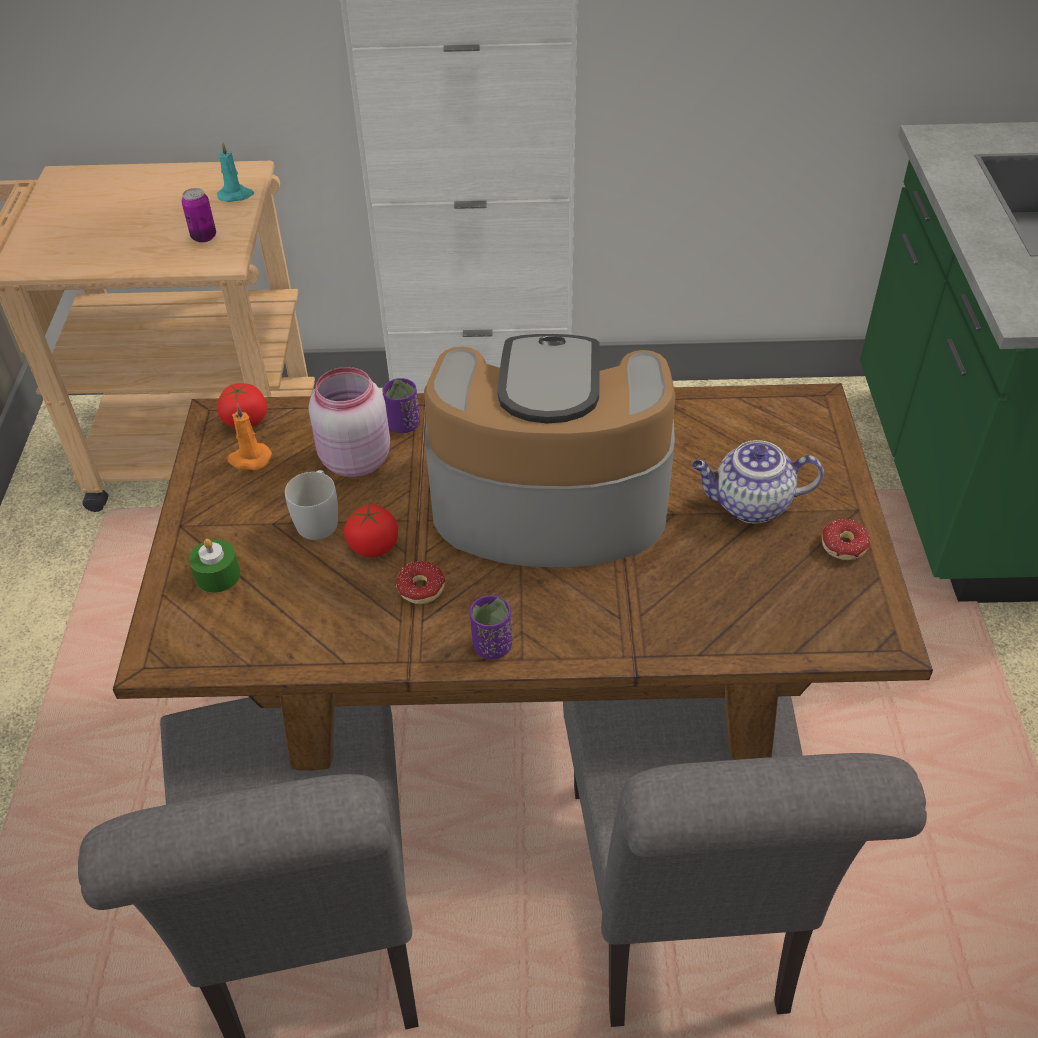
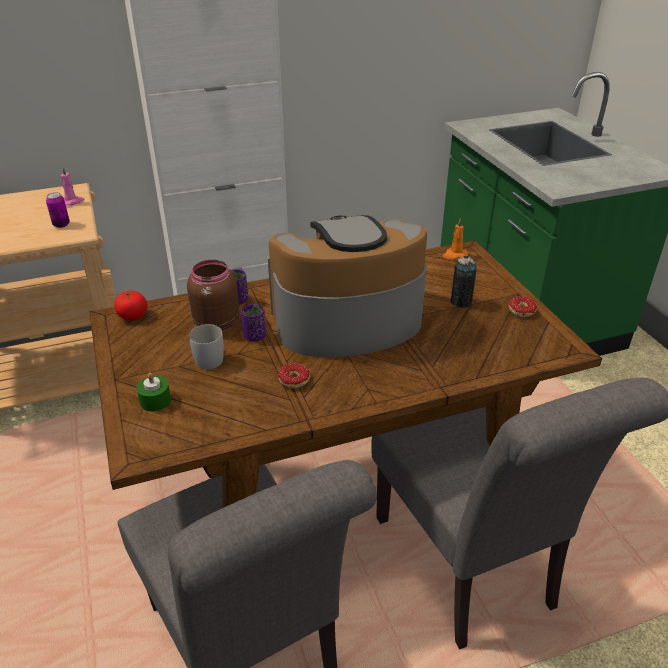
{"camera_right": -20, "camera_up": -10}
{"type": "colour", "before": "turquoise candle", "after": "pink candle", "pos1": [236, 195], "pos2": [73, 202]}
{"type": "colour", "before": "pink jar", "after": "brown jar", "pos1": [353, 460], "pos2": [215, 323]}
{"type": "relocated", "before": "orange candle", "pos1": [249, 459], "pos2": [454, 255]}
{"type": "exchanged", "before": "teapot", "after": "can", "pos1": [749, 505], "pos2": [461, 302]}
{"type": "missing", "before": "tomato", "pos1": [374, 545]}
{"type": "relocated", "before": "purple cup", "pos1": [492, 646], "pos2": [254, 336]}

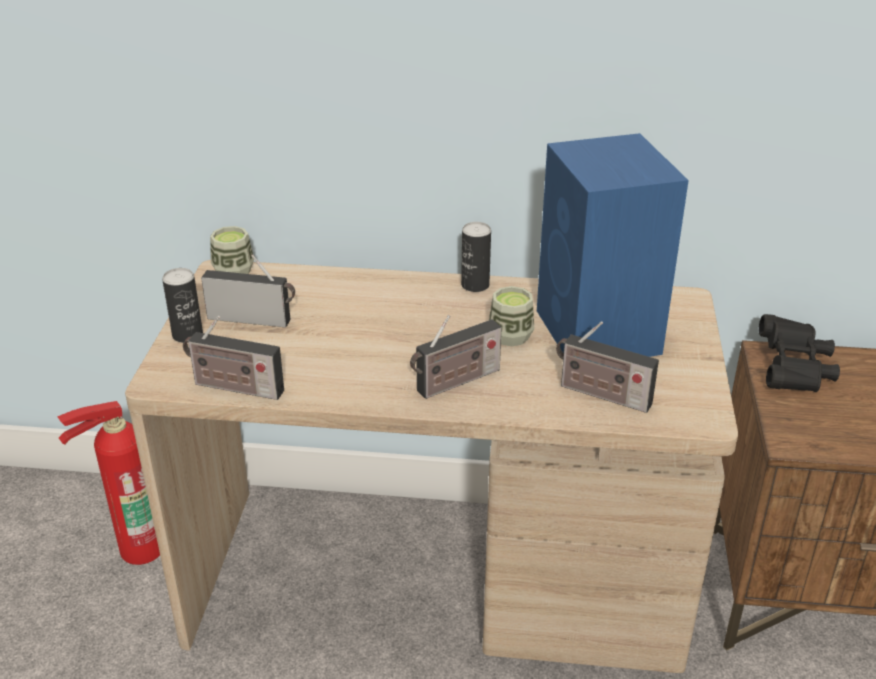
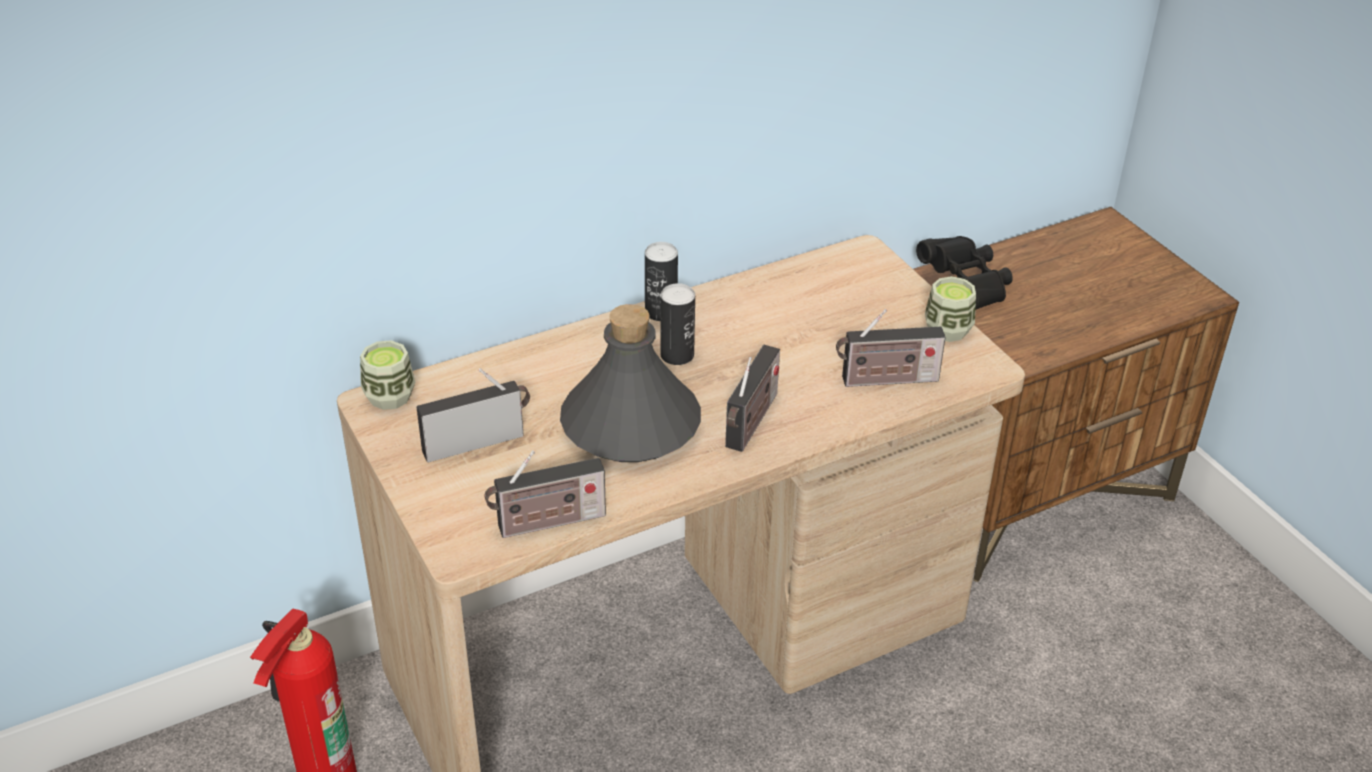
{"camera_right": -35, "camera_up": 5}
{"type": "missing", "before": "blue speaker", "pos1": [598, 334]}
{"type": "relocated", "before": "can", "pos1": [187, 335], "pos2": [677, 355]}
{"type": "relocated", "before": "cup", "pos1": [510, 336], "pos2": [947, 330]}
{"type": "appeared", "after": "grey bottle", "pos2": [629, 425]}

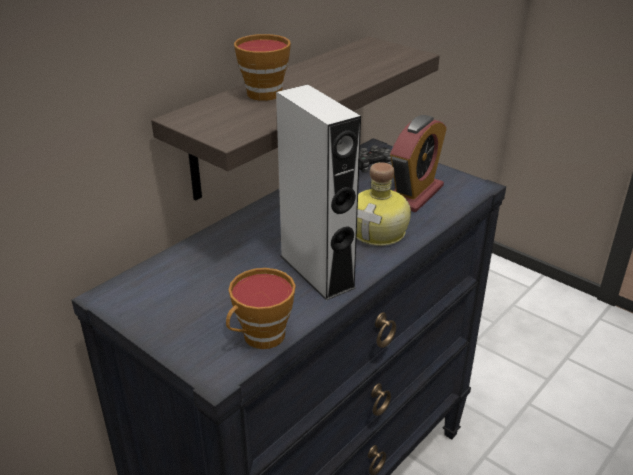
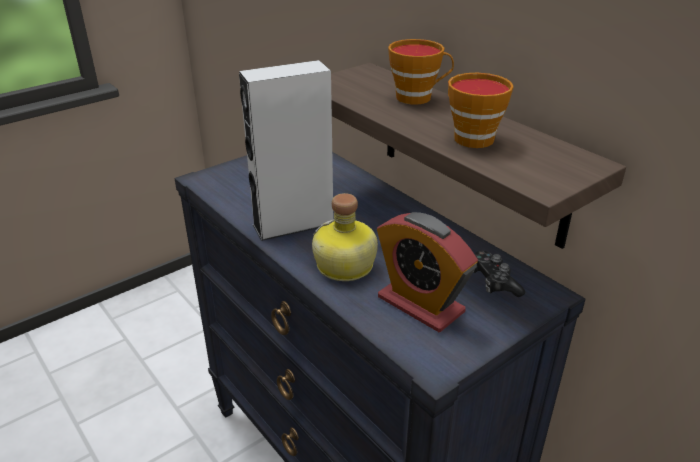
{"camera_right": 100, "camera_up": 0}
{"type": "relocated", "before": "cup", "pos1": [260, 338], "pos2": [469, 137]}

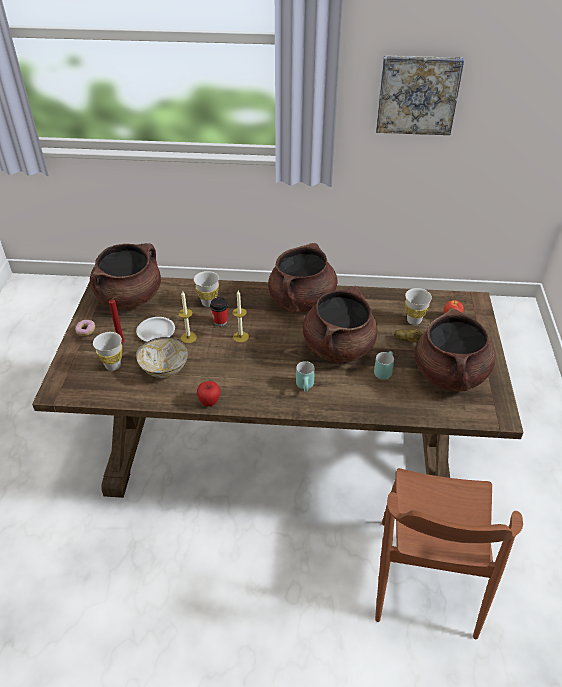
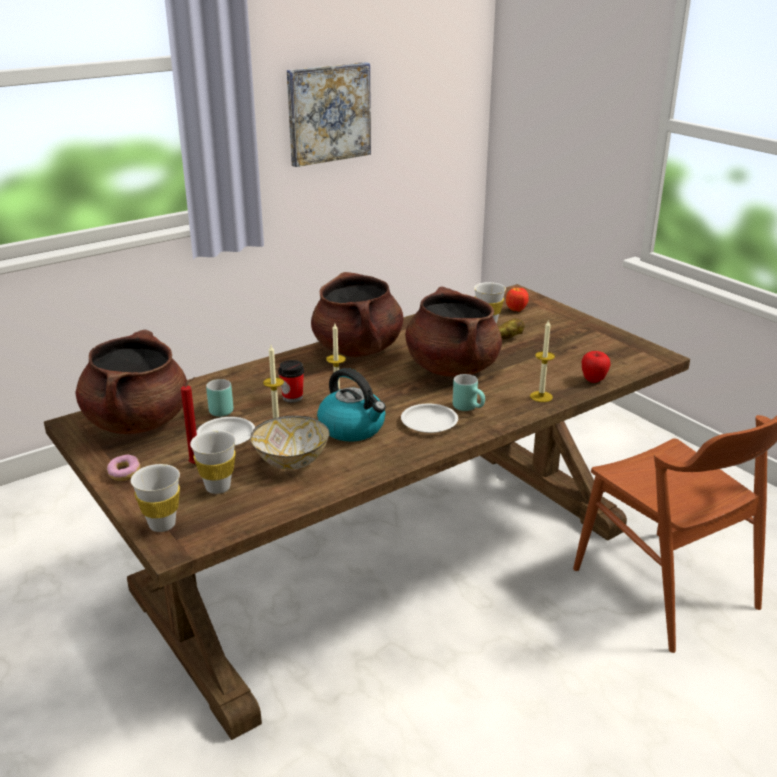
{"camera_right": -40, "camera_up": -15}
{"type": "relocated", "before": "white cup", "pos1": [208, 303], "pos2": [162, 525]}
{"type": "missing", "before": "brown cooking pot", "pos1": [450, 374]}
{"type": "relocated", "before": "turquoise mug", "pos1": [383, 371], "pos2": [219, 409]}
{"type": "relocated", "before": "apple", "pos1": [209, 402], "pos2": [593, 380]}
{"type": "appeared", "after": "candle", "pos2": [541, 396]}
{"type": "appeared", "after": "kettle", "pos2": [353, 428]}
{"type": "appeared", "after": "white plate", "pos2": [429, 422]}

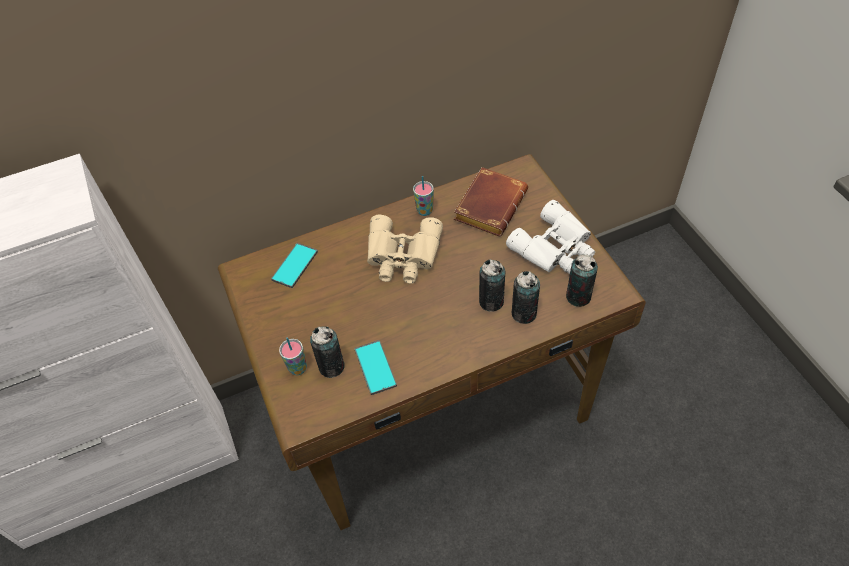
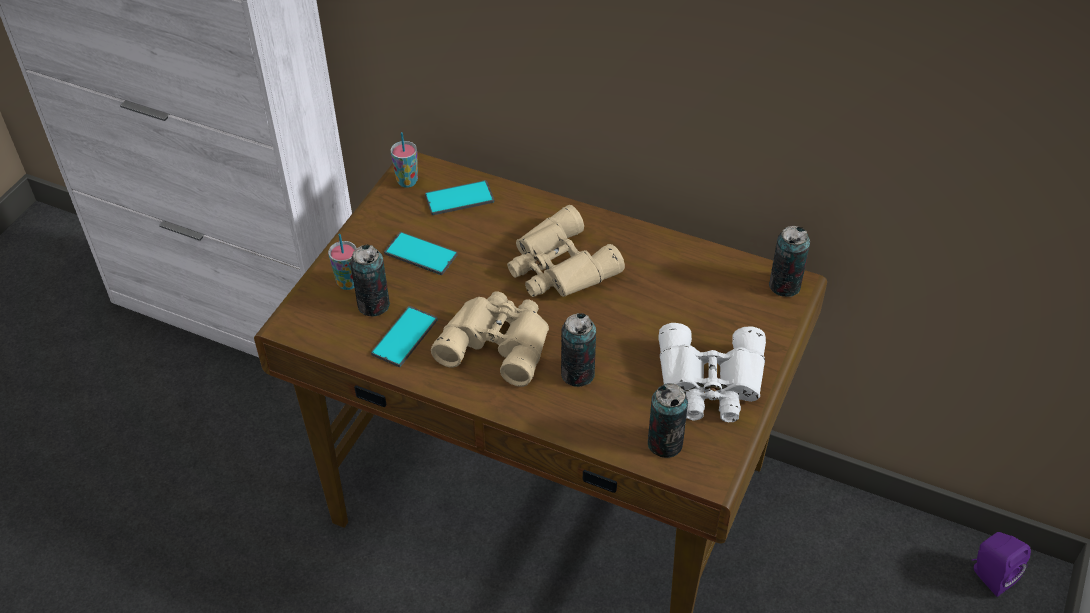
{"camera_right": 45, "camera_up": -5}
{"type": "missing", "before": "brown book", "pos1": [489, 205]}
{"type": "relocated", "before": "cup", "pos1": [424, 211], "pos2": [407, 181]}
{"type": "relocated", "before": "can", "pos1": [524, 313], "pos2": [784, 286]}
{"type": "appeared", "after": "phone", "pos2": [420, 254]}
{"type": "appeared", "after": "beige binoculars", "pos2": [498, 341]}
{"type": "appeared", "after": "purple speaker", "pos2": [990, 576]}

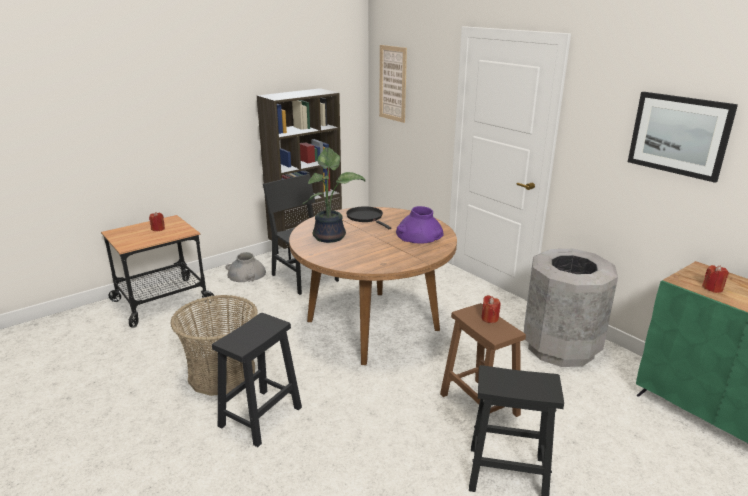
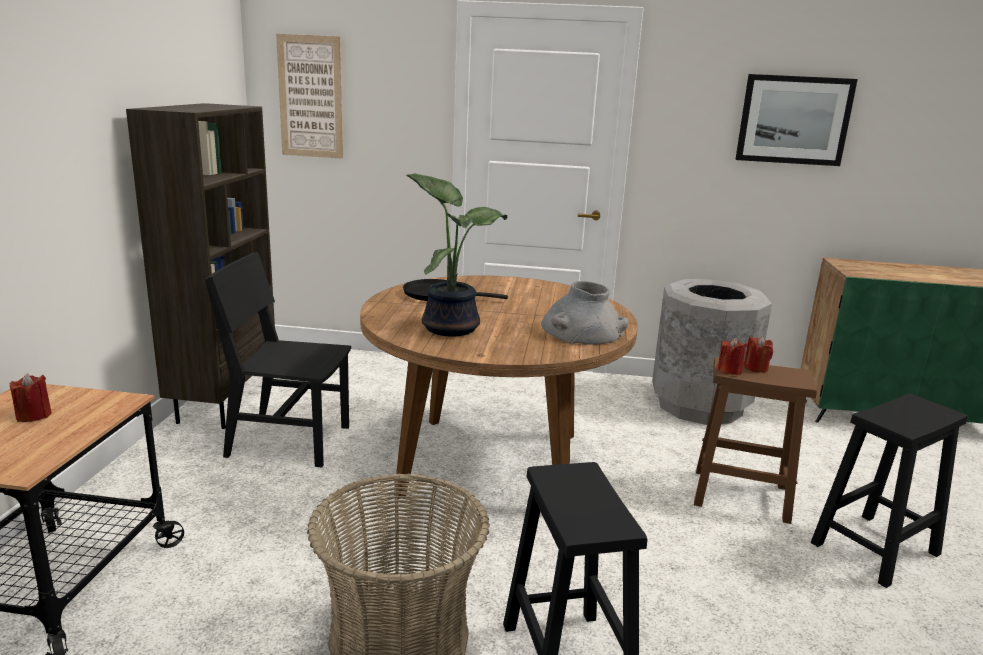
{"camera_right": -45, "camera_up": -5}
{"type": "missing", "before": "purple vase", "pos1": [419, 234]}
{"type": "relocated", "before": "grey vase", "pos1": [246, 274], "pos2": [583, 331]}
{"type": "relocated", "before": "red candle", "pos1": [712, 288], "pos2": [729, 370]}

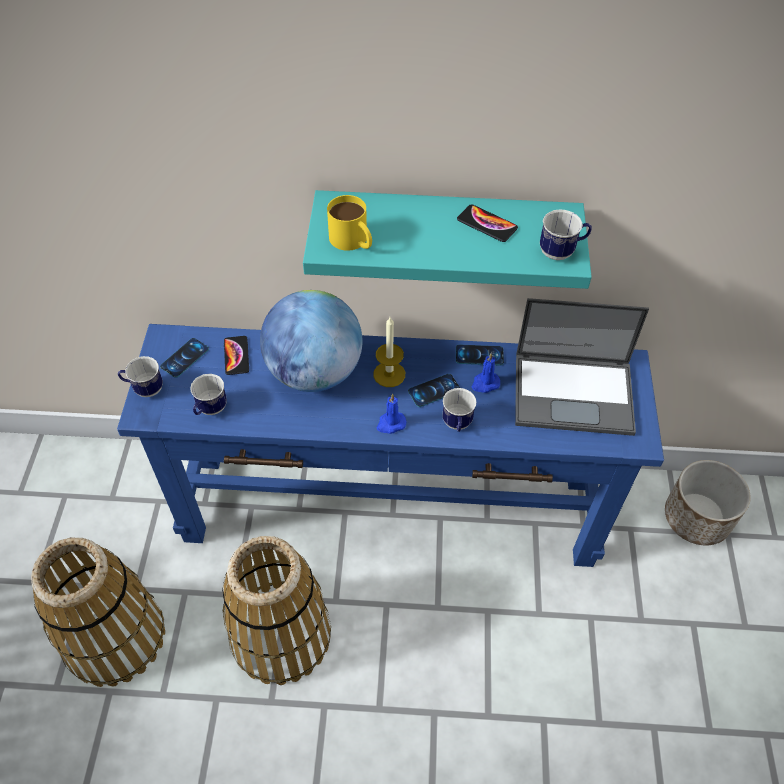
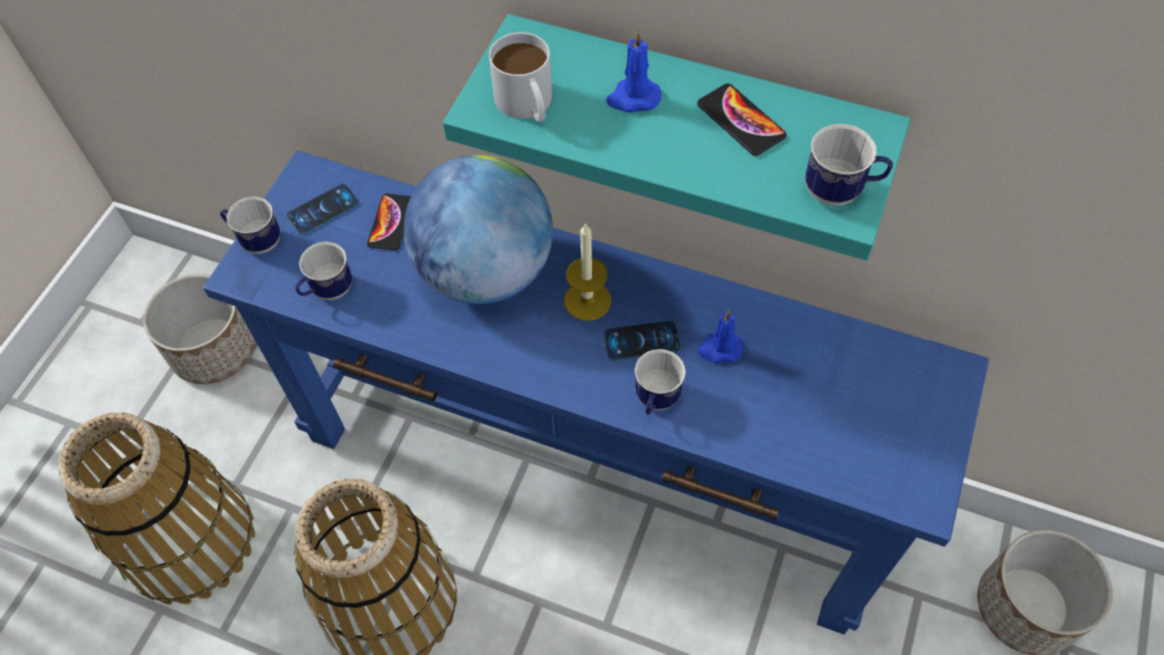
{"camera_right": 20, "camera_up": 5}
{"type": "colour", "before": "yellow mug", "after": "white mug", "pos1": [353, 241], "pos2": [527, 105]}
{"type": "missing", "before": "laptop", "pos1": [575, 393]}
{"type": "missing", "before": "phone", "pos1": [479, 355]}
{"type": "relocated", "before": "blue candle", "pos1": [390, 424], "pos2": [633, 98]}
{"type": "appeared", "after": "planter", "pos2": [214, 349]}

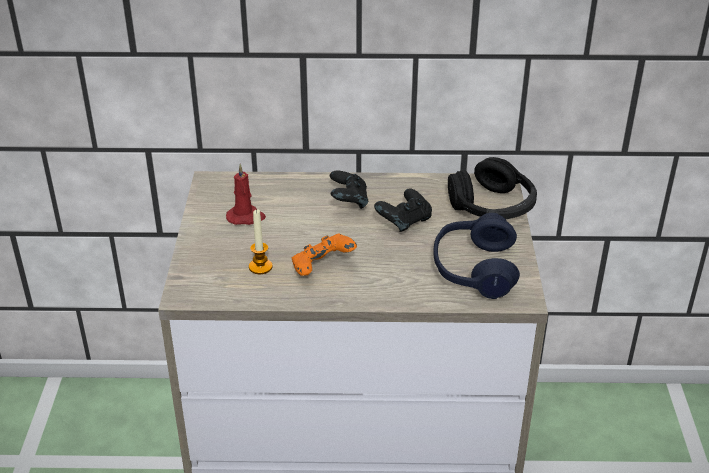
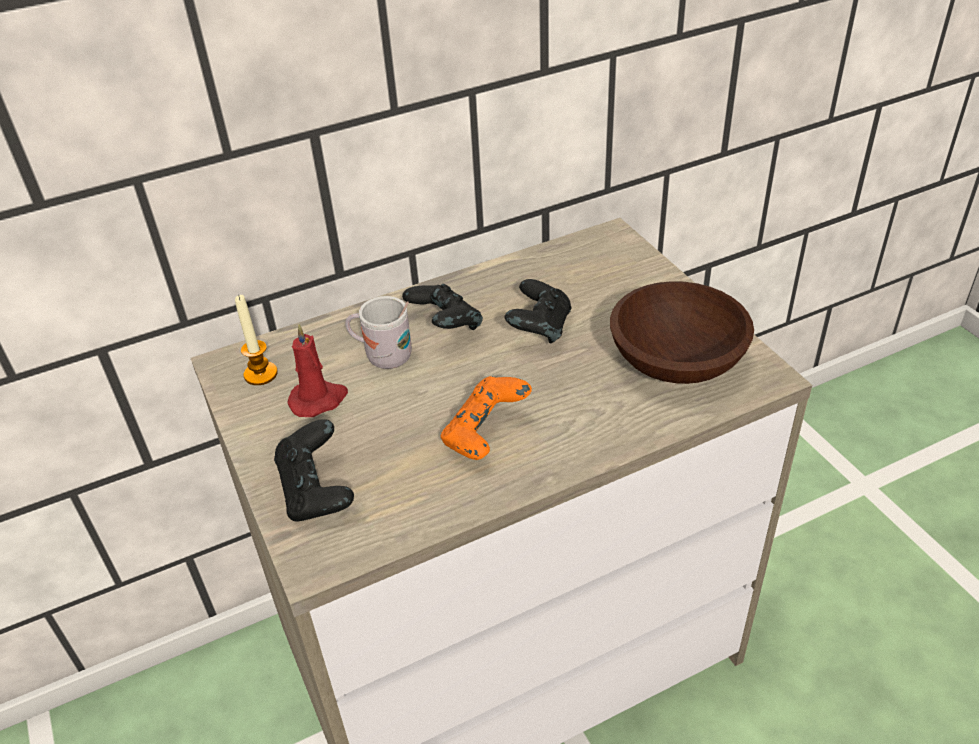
{"camera_right": -25, "camera_up": 5}
{"type": "missing", "before": "black headphones", "pos1": [492, 207]}
{"type": "relocated", "before": "candle", "pos1": [260, 267], "pos2": [260, 374]}
{"type": "exchanged", "before": "blue headphones", "after": "brown bowl", "pos1": [474, 269], "pos2": [677, 359]}
{"type": "appeared", "after": "white mug", "pos2": [383, 356]}
{"type": "appeared", "after": "black game controller", "pos2": [317, 491]}

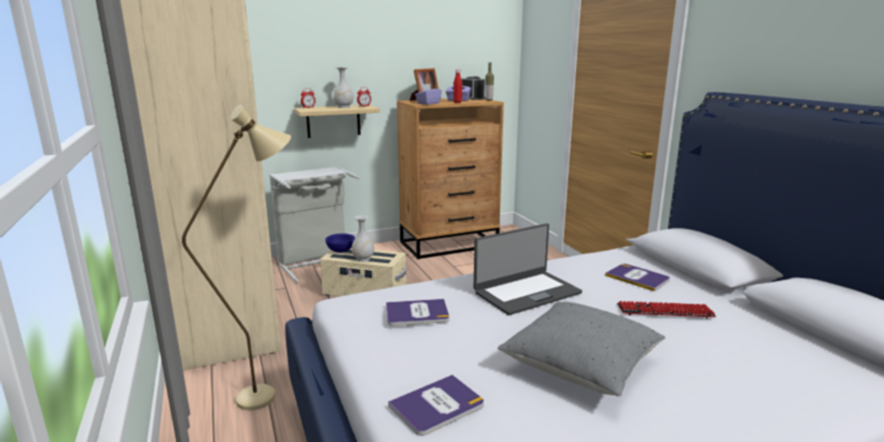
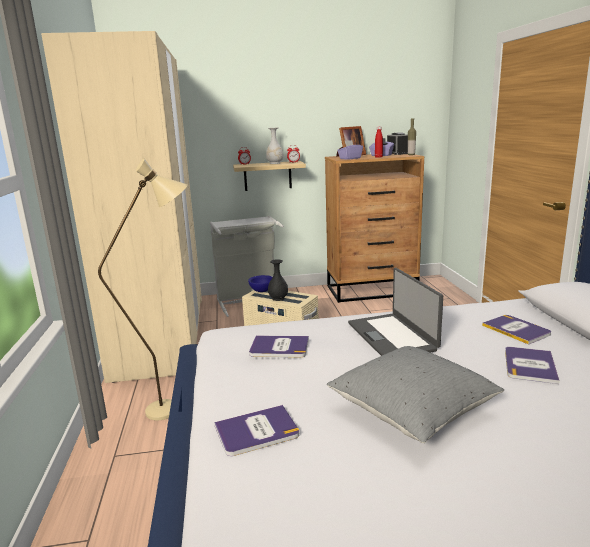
{"camera_right": 15, "camera_up": 0}
{"type": "colour", "before": "white vase", "after": "black vase", "pos1": [363, 259], "pos2": [278, 298]}
{"type": "spun", "before": "laptop", "pos1": [526, 292], "pos2": [392, 336], "turn": 90}
{"type": "exchanged", "before": "keyboard", "after": "book", "pos1": [664, 311], "pos2": [529, 365]}

